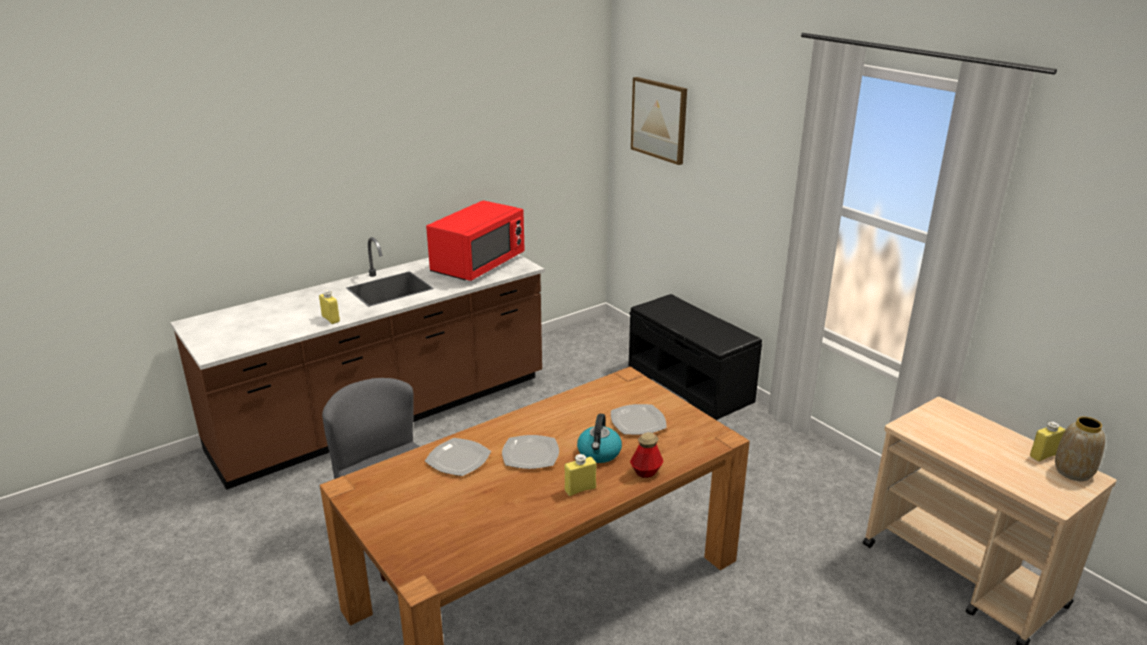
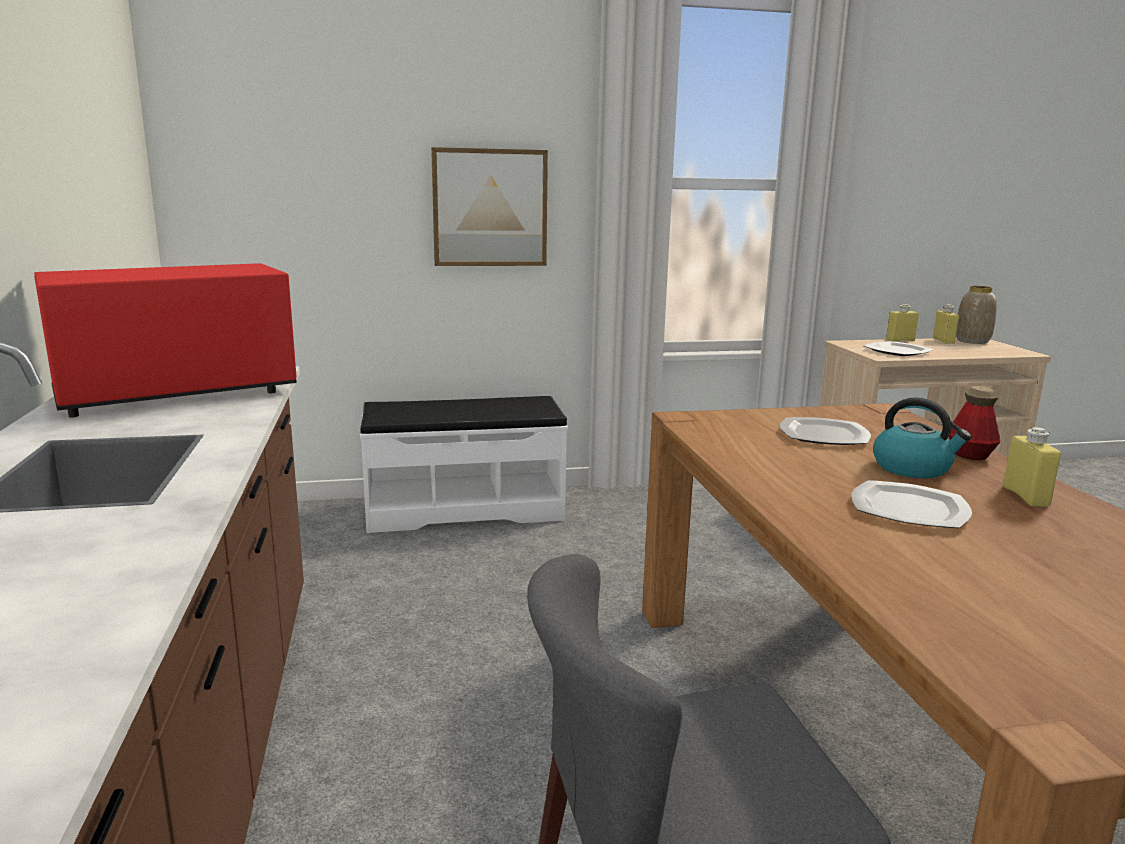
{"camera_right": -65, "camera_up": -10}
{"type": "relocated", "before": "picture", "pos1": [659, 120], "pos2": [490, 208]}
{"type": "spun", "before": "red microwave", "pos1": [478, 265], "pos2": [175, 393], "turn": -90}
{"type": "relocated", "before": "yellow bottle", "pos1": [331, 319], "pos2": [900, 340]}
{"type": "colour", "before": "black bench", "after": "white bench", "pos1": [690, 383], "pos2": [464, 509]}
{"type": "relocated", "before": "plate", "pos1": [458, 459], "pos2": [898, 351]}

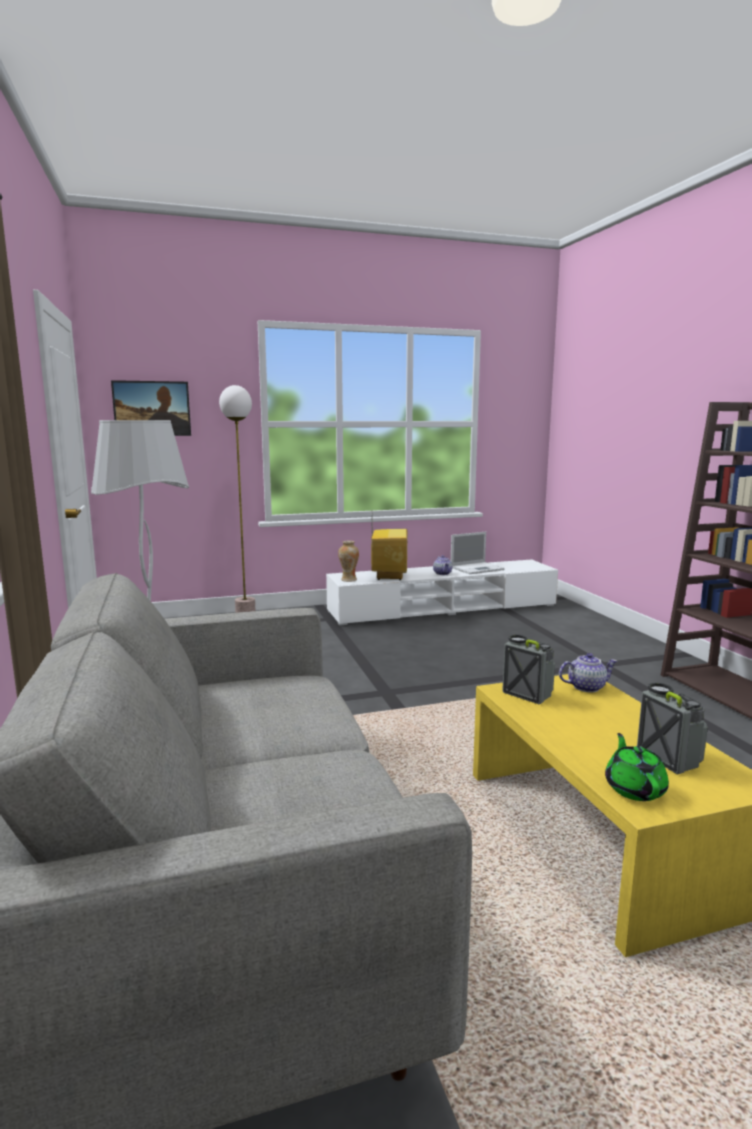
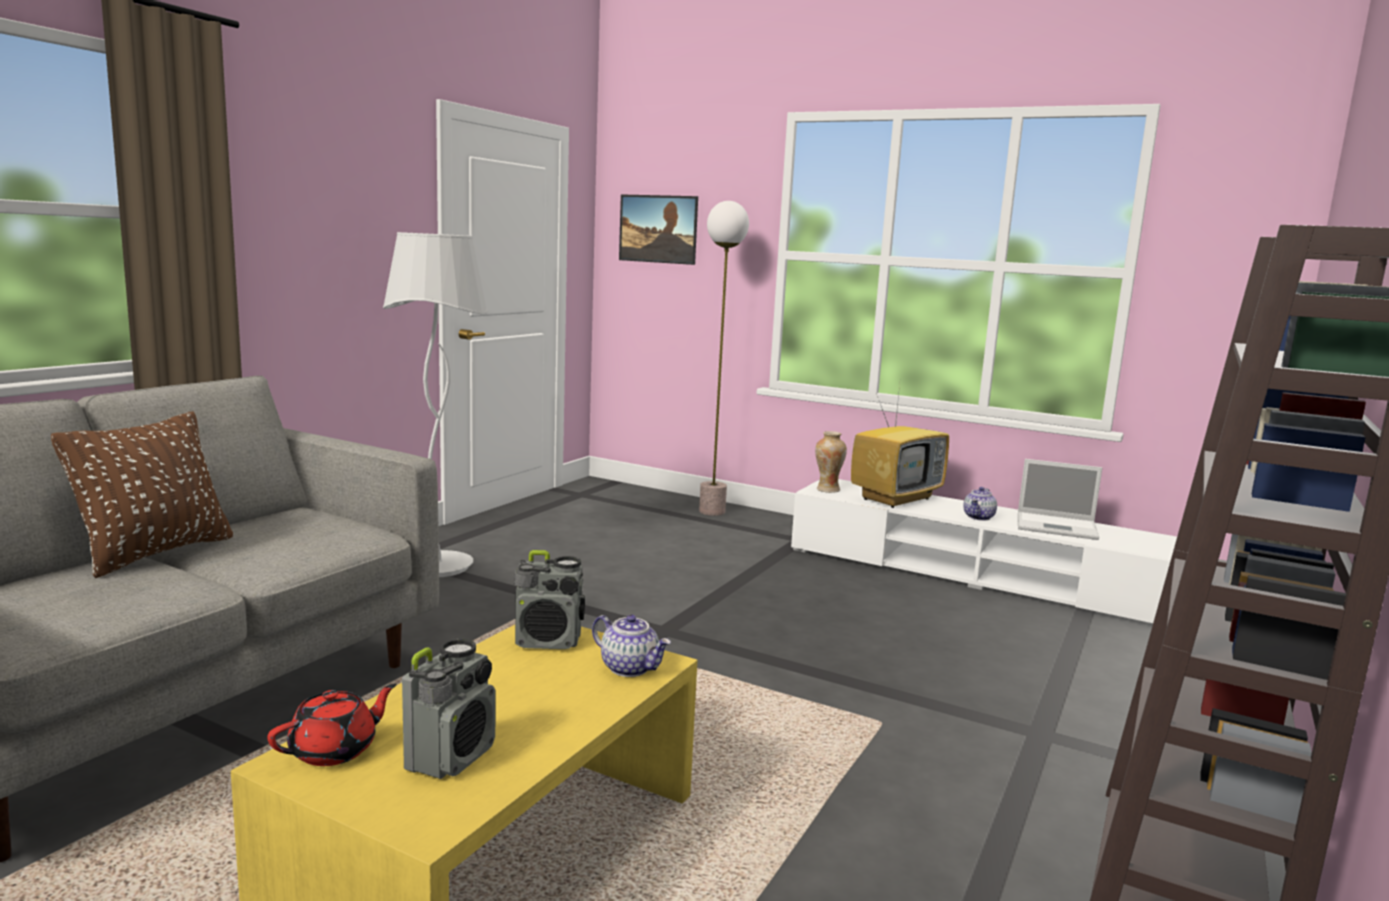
{"camera_right": 45, "camera_up": 0}
{"type": "spun", "before": "radio", "pos1": [527, 694], "pos2": [548, 642], "turn": 90}
{"type": "colour", "before": "green teapot", "after": "red teapot", "pos1": [634, 788], "pos2": [335, 750]}
{"type": "appeared", "after": "brown pillow", "pos2": [155, 553]}

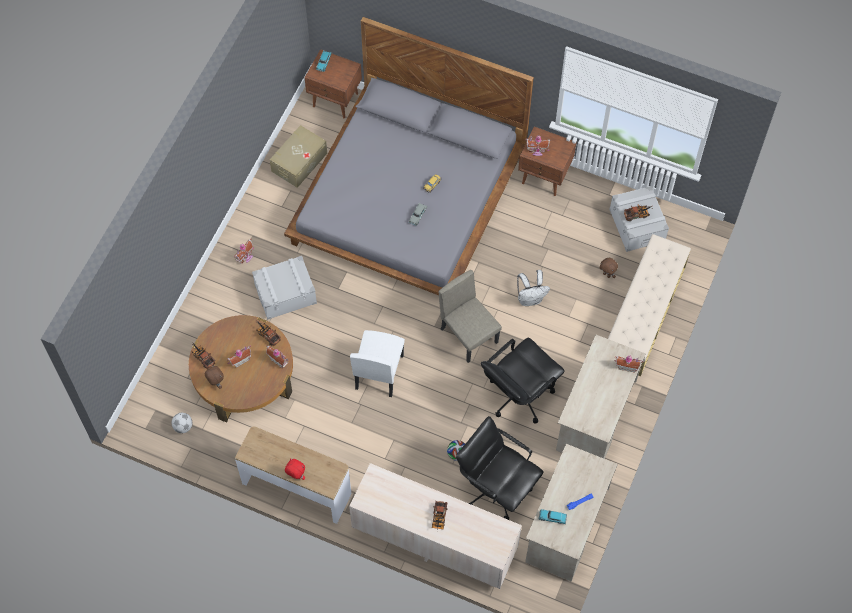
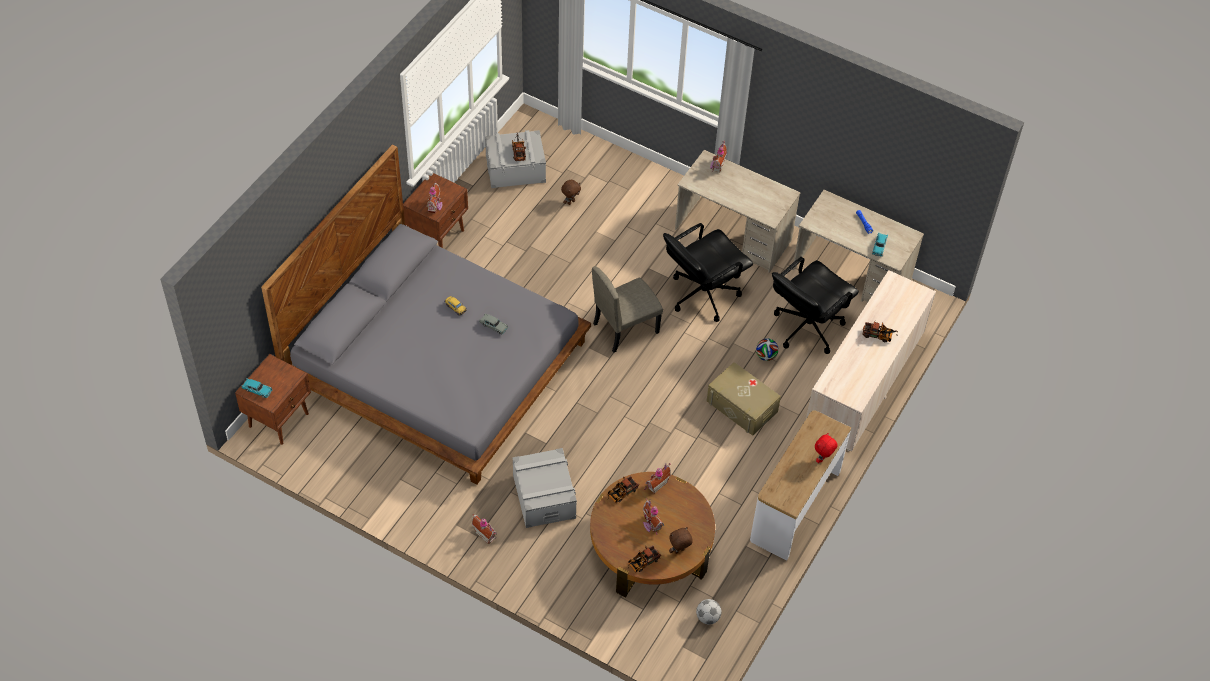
{"camera_right": -85, "camera_up": -10}
{"type": "relocated", "before": "beige storage box", "pos1": [299, 162], "pos2": [742, 406]}
{"type": "missing", "before": "beige bench", "pos1": [643, 314]}
{"type": "missing", "before": "white backpack", "pos1": [530, 299]}
{"type": "missing", "before": "white chair", "pos1": [378, 372]}
{"type": "spun", "before": "black office chair", "pos1": [519, 395], "pos2": [702, 294], "turn": 90}

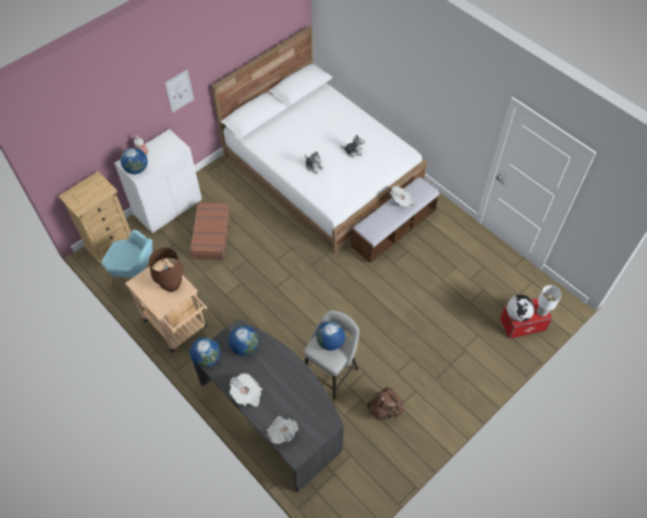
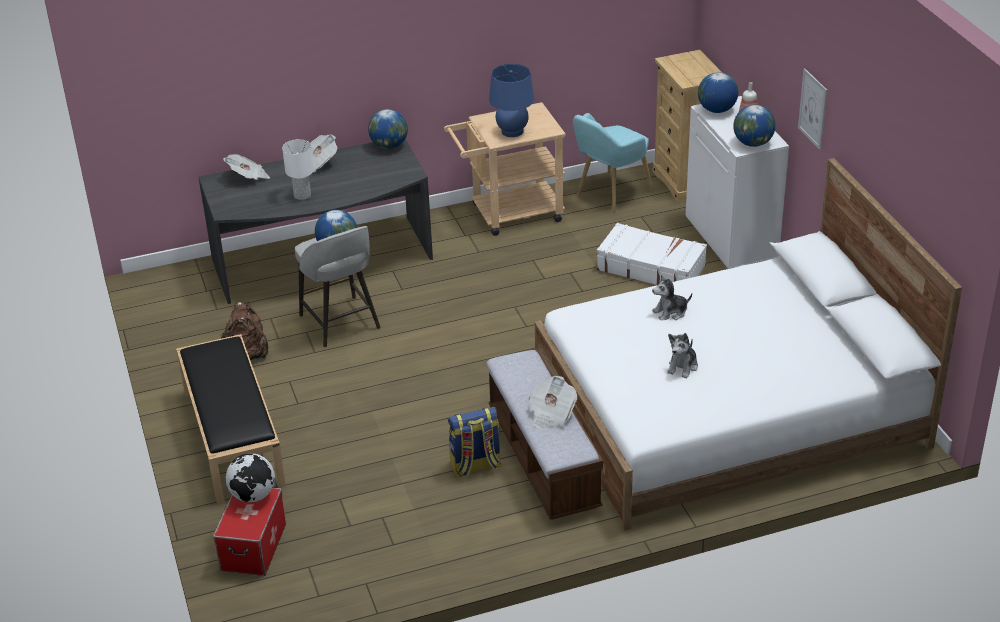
{"camera_right": 115, "camera_up": -20}
{"type": "colour", "before": "brown suitcase", "after": "white suitcase", "pos1": [211, 235], "pos2": [651, 267]}
{"type": "colour", "before": "brown table lamp", "after": "blue table lamp", "pos1": [172, 285], "pos2": [512, 131]}
{"type": "relocated", "before": "white table lamp", "pos1": [542, 312], "pos2": [302, 195]}
{"type": "relocated", "before": "globe", "pos1": [244, 347], "pos2": [753, 143]}
{"type": "appeared", "after": "black bench", "pos2": [232, 436]}
{"type": "appeared", "after": "backpack", "pos2": [475, 466]}

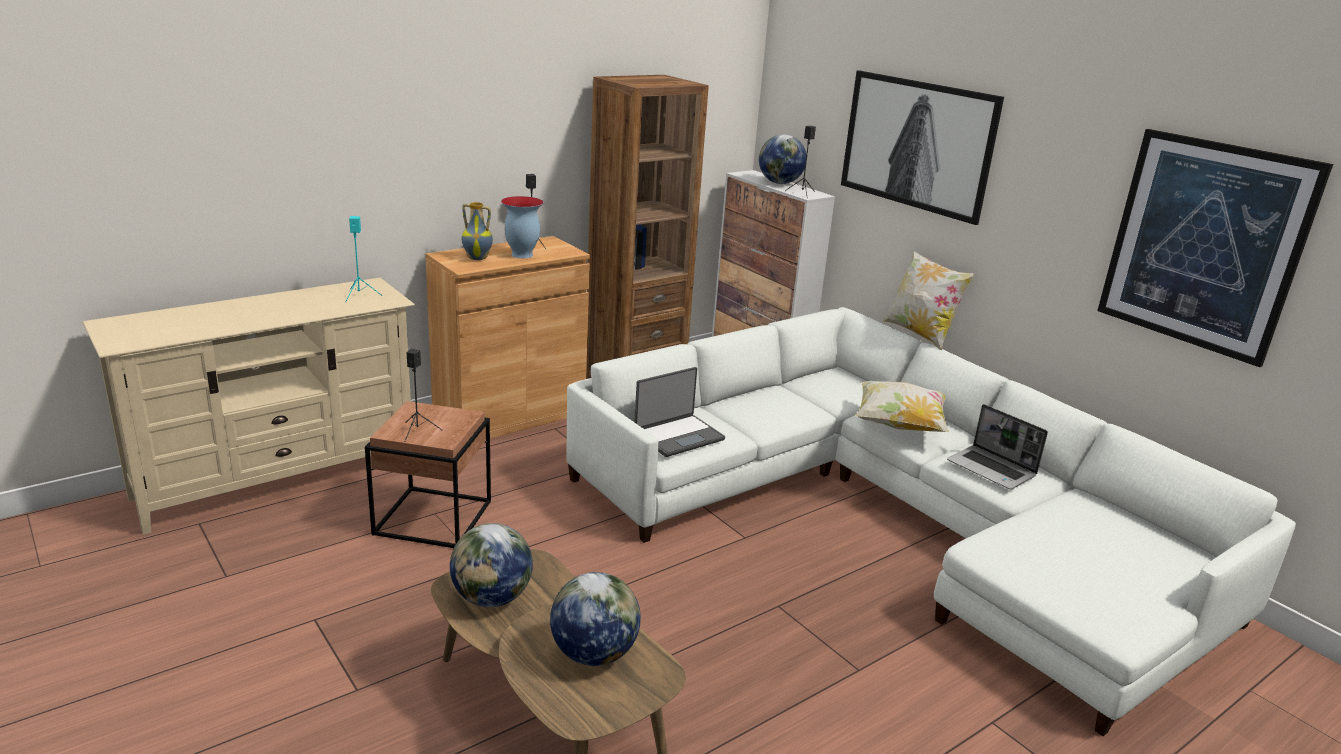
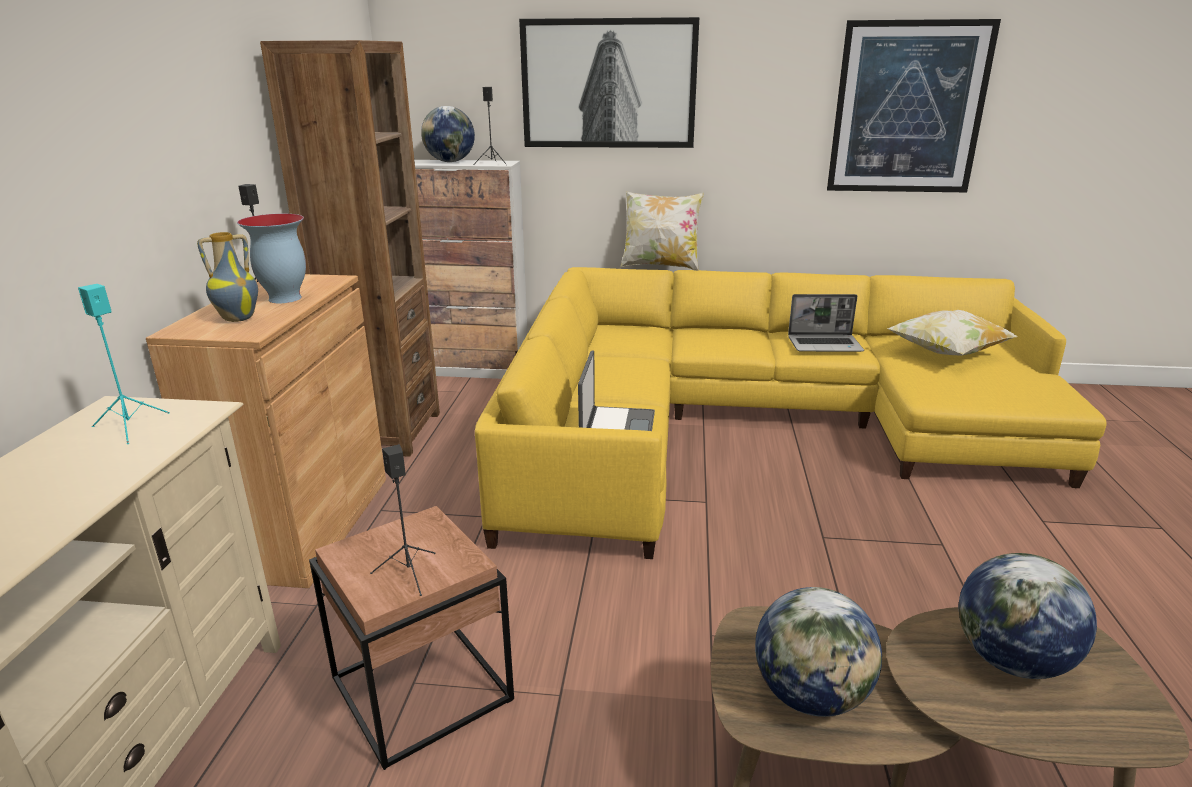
{"camera_right": -45, "camera_up": 0}
{"type": "colour", "before": "white sofa", "after": "yellow sofa", "pos1": [894, 517], "pos2": [753, 426]}
{"type": "relocated", "before": "pillow", "pos1": [899, 425], "pos2": [946, 353]}

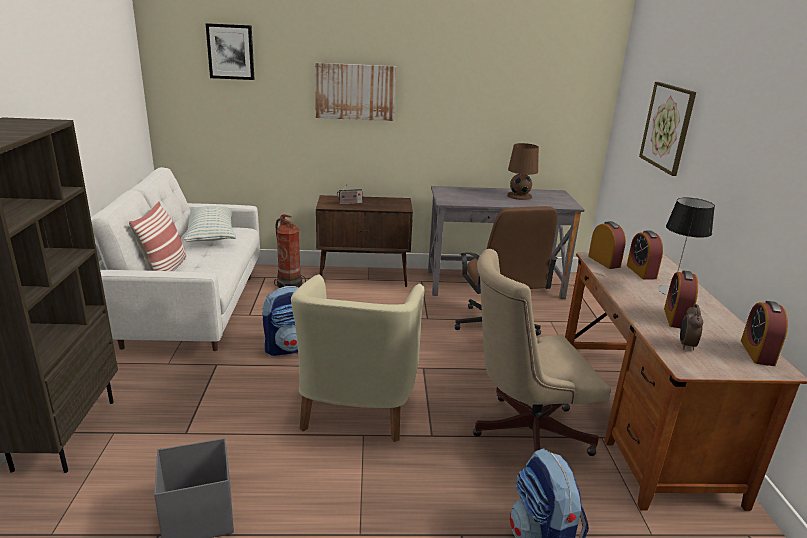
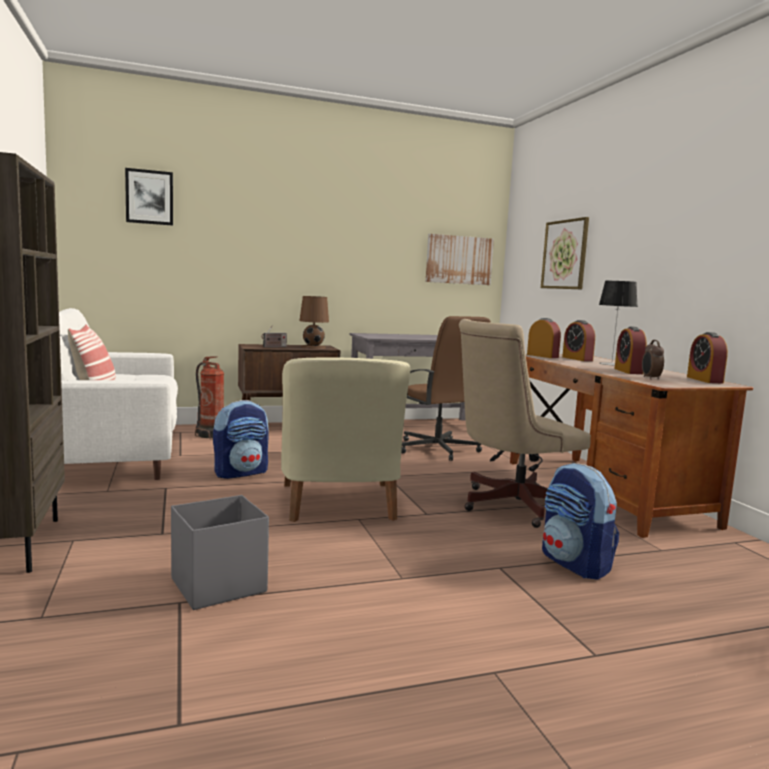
{"camera_right": -15, "camera_up": -15}
{"type": "relocated", "before": "picture", "pos1": [355, 92], "pos2": [459, 260]}
{"type": "relocated", "before": "brown table lamp", "pos1": [519, 196], "pos2": [313, 347]}
{"type": "missing", "before": "pillow", "pos1": [211, 235]}

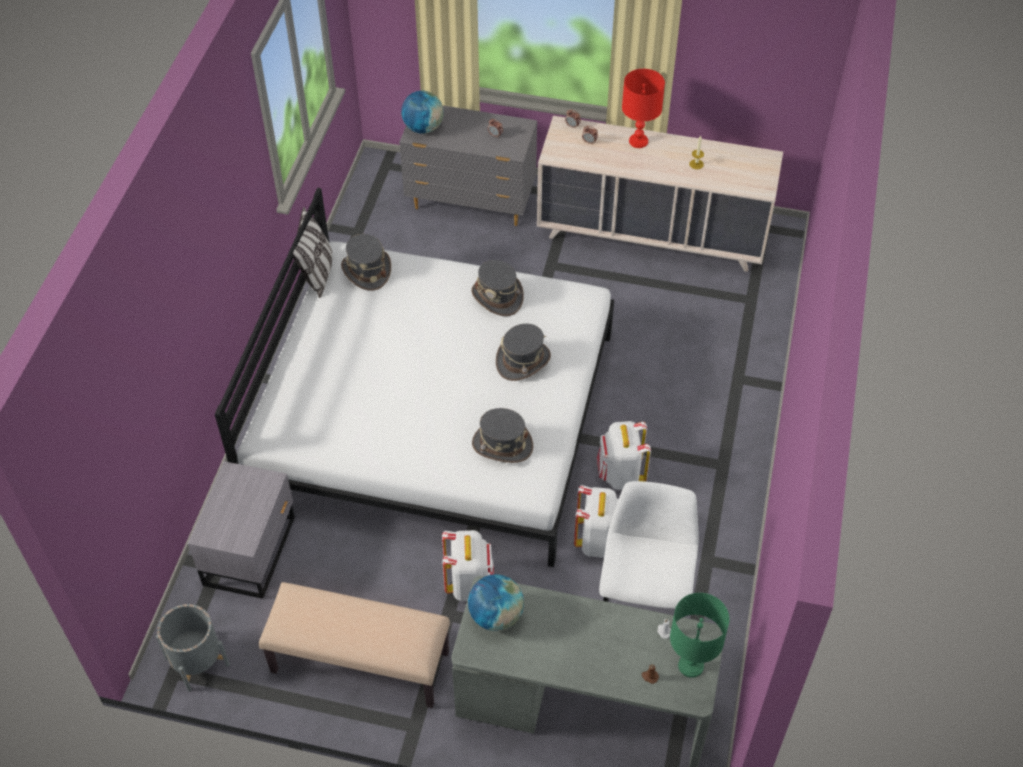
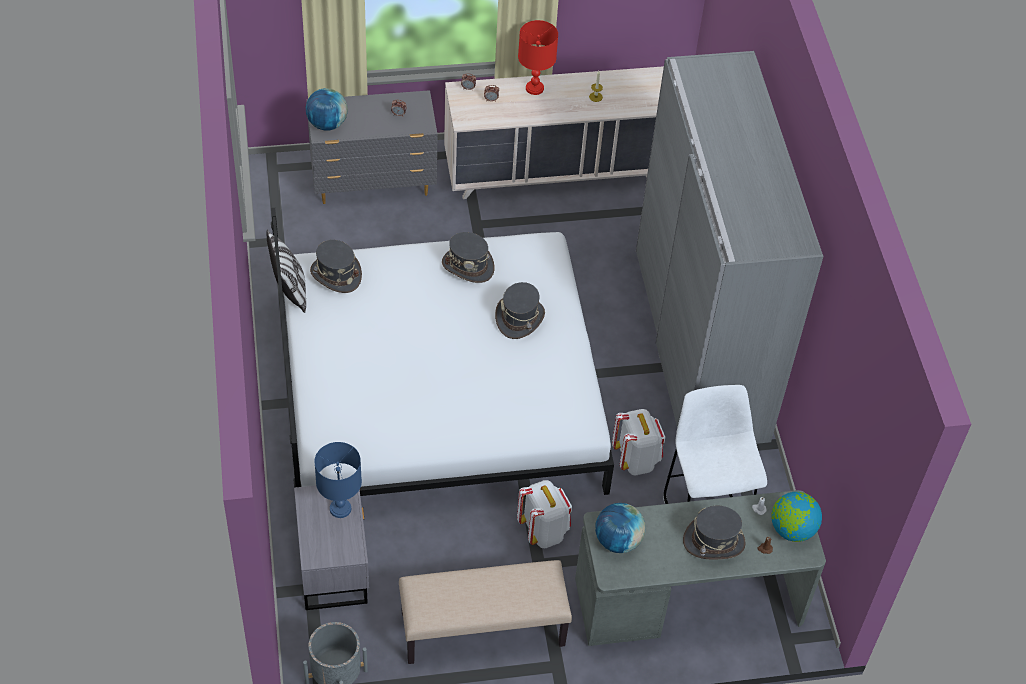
{"camera_right": -25, "camera_up": 0}
{"type": "relocated", "before": "grey hat", "pos1": [502, 445], "pos2": [713, 541]}
{"type": "missing", "before": "white backpack", "pos1": [620, 474]}
{"type": "exchanged", "before": "green table lamp", "after": "globe", "pos1": [690, 665], "pos2": [792, 529]}
{"type": "appeared", "after": "grey wardrobe", "pos2": [700, 344]}
{"type": "appeared", "after": "blue table lamp", "pos2": [340, 509]}

